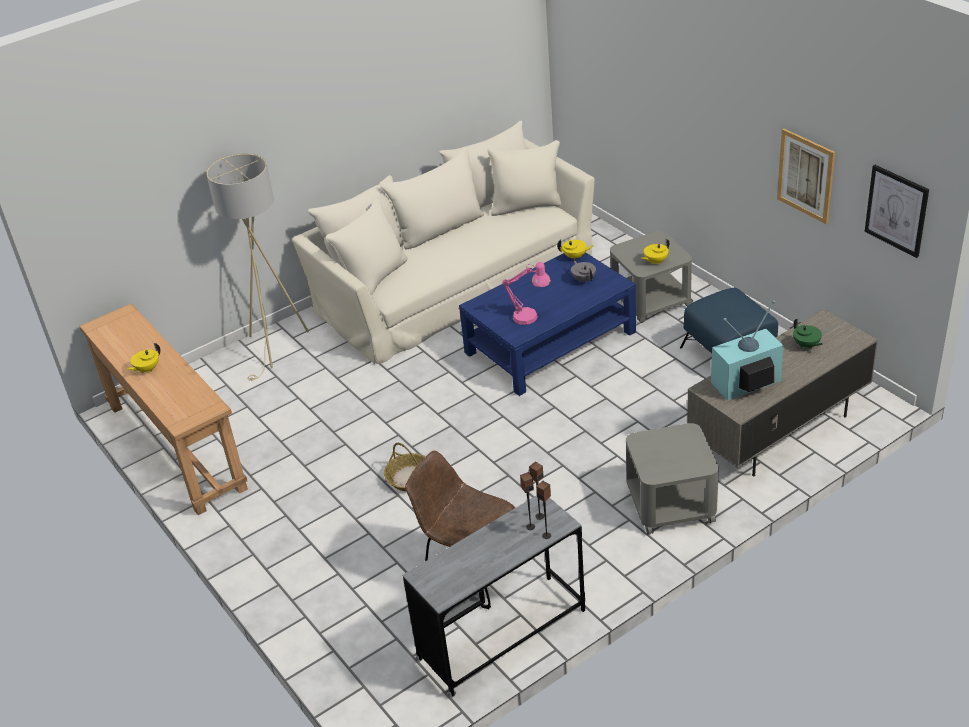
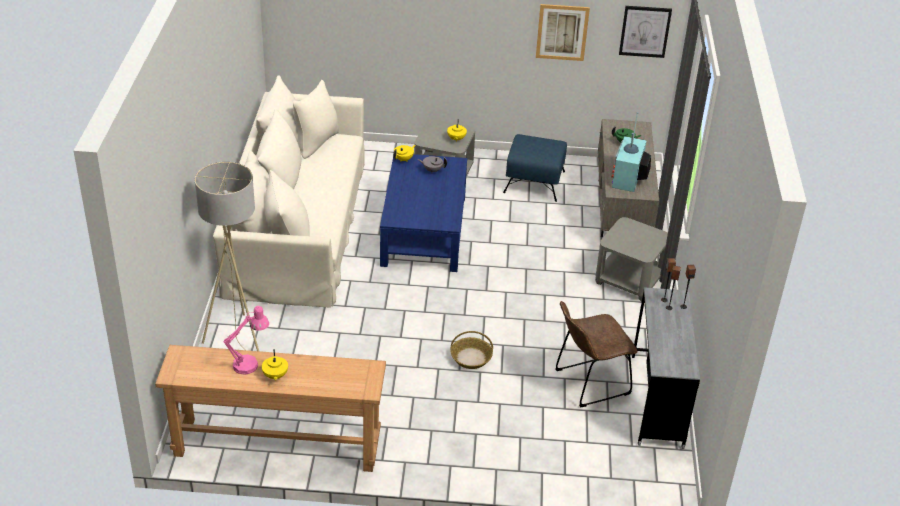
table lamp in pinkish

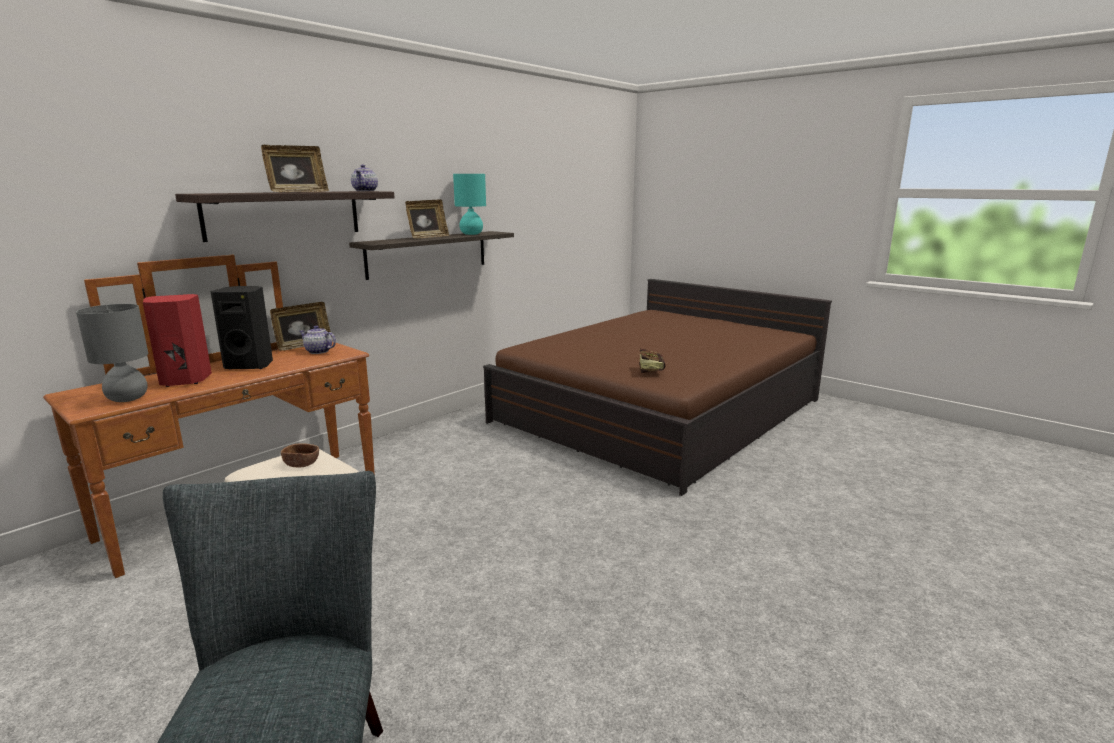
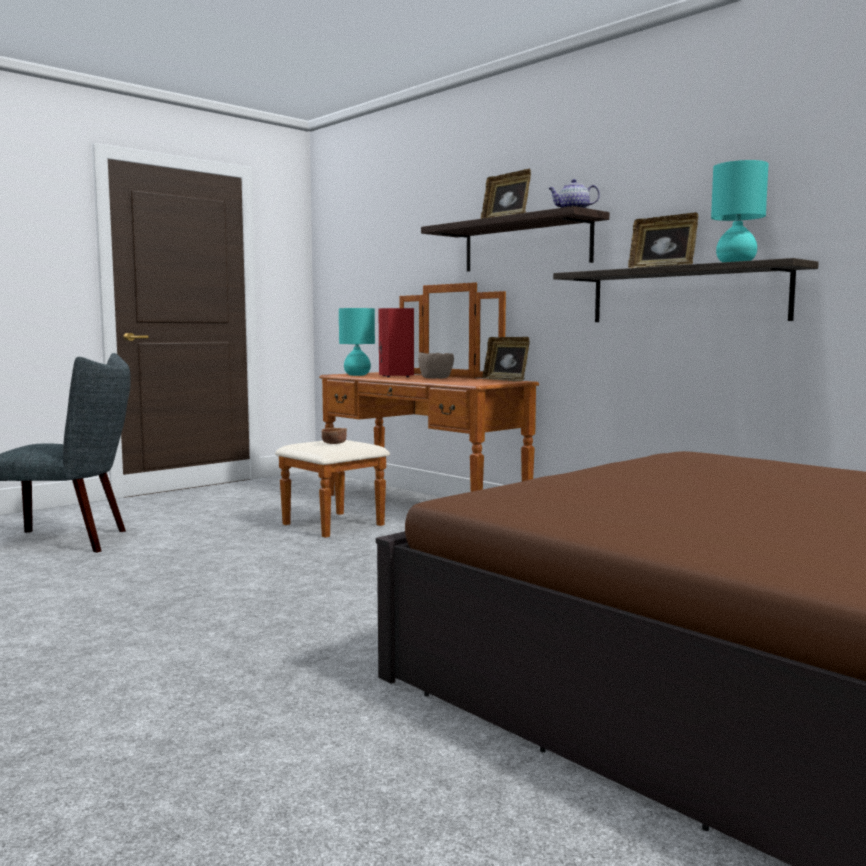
table lamp in blue-green (1st from left); bowl in brown (2nd from left); teapot (1st from left in the first image); volume

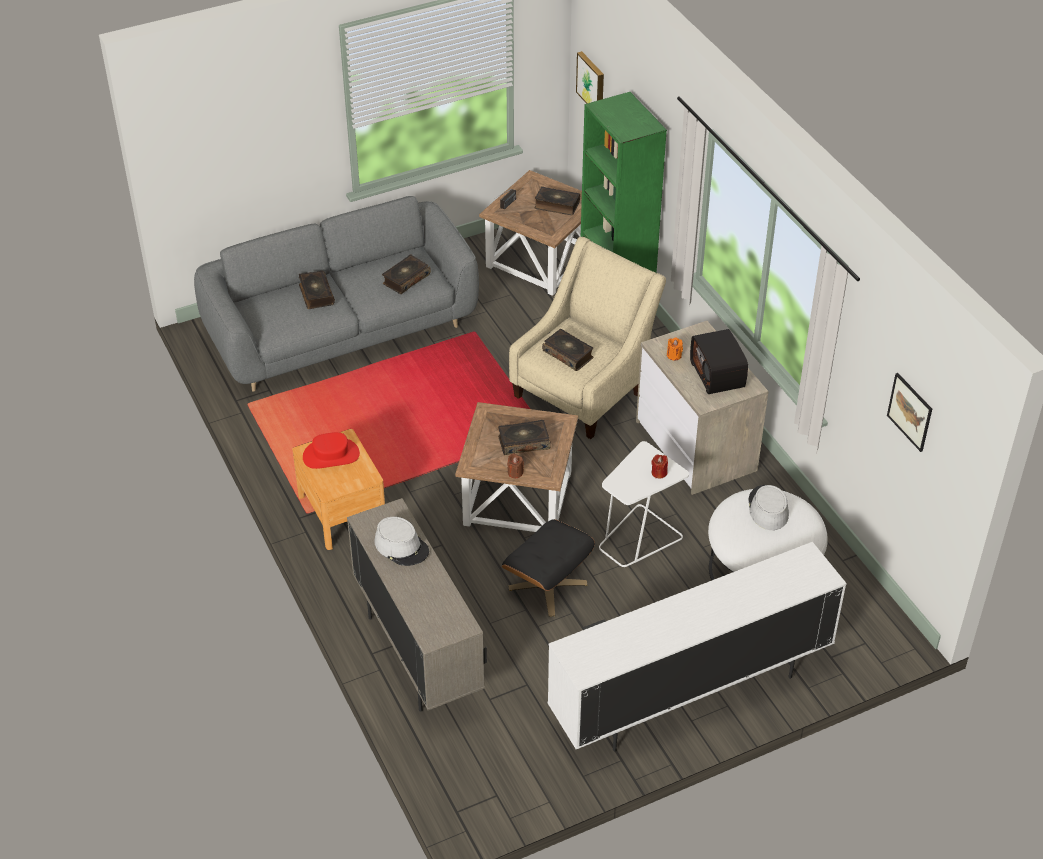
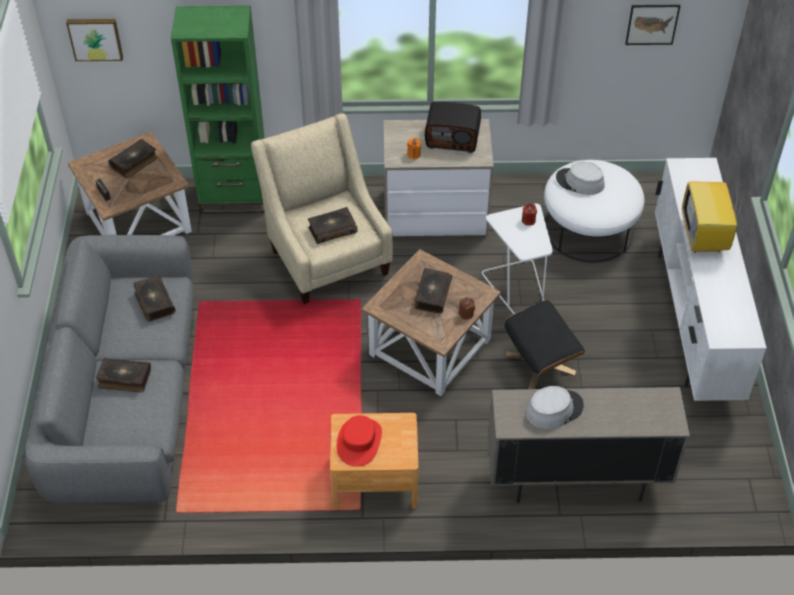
TV

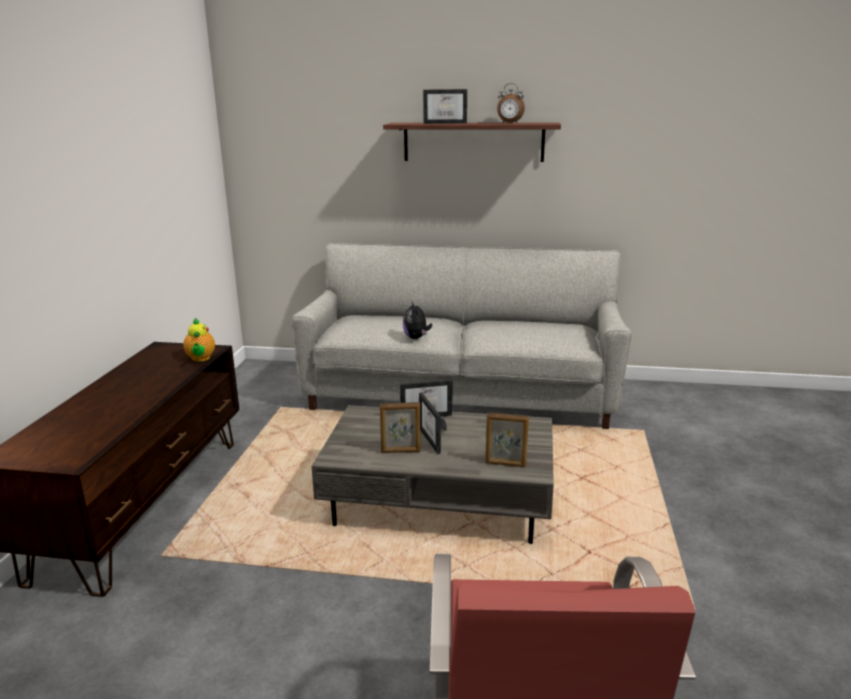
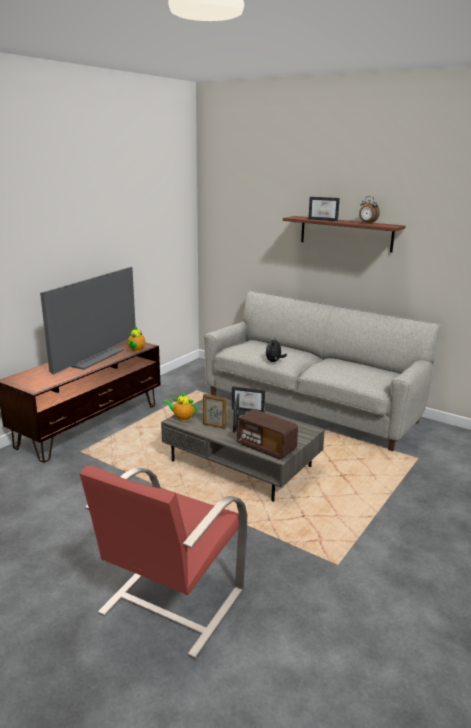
radio receiver; TV; teapot (2nd from left)

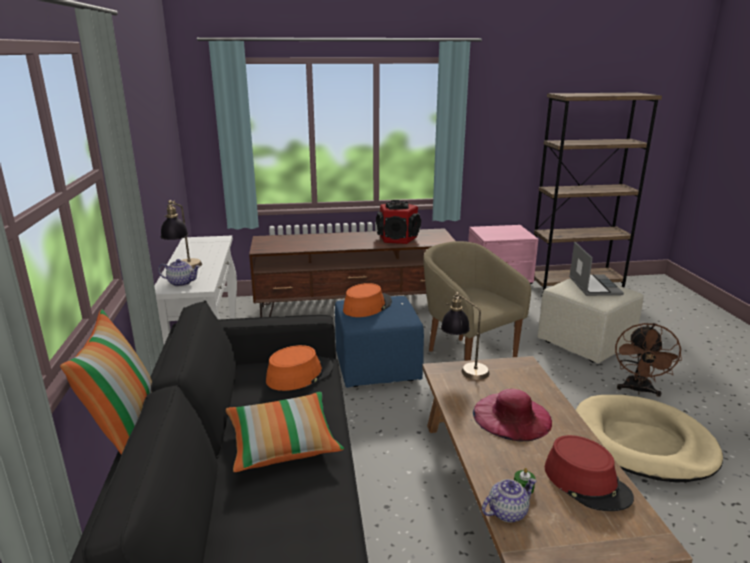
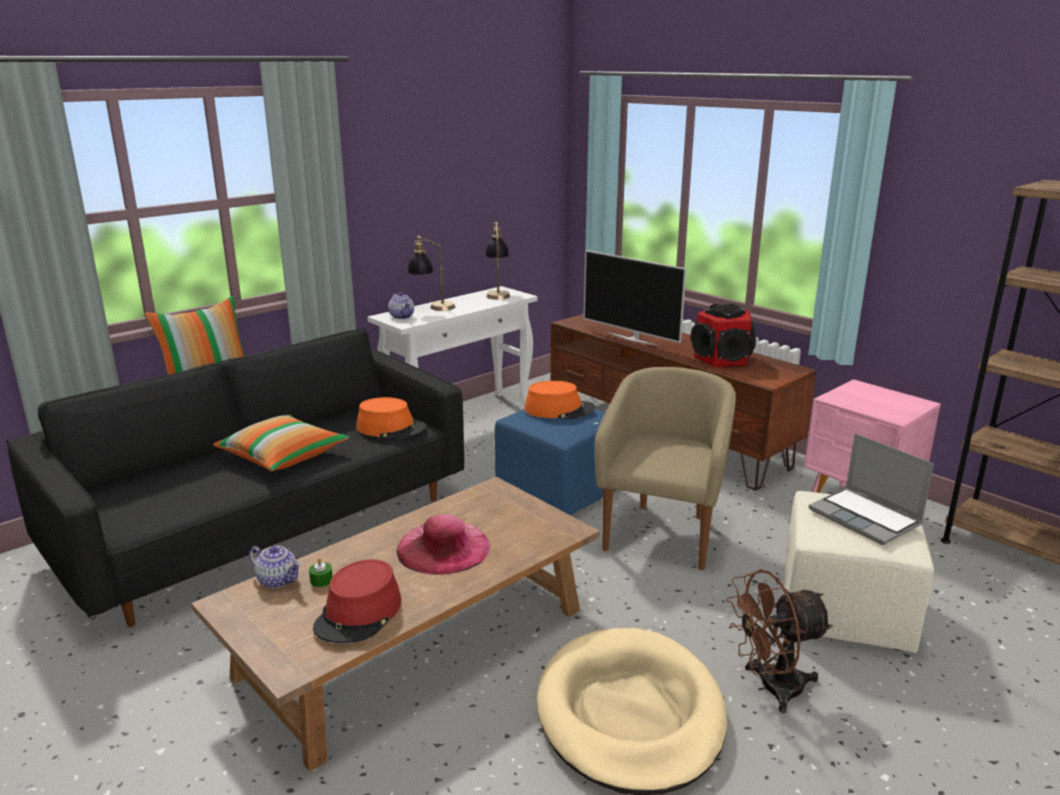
table lamp (2nd from left); portable computer; TV

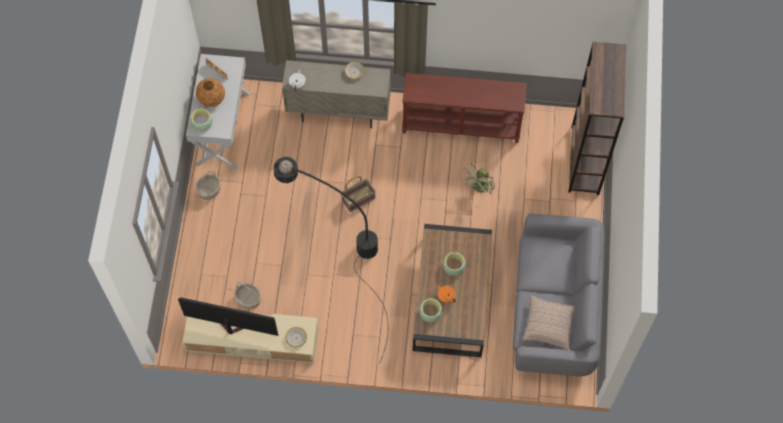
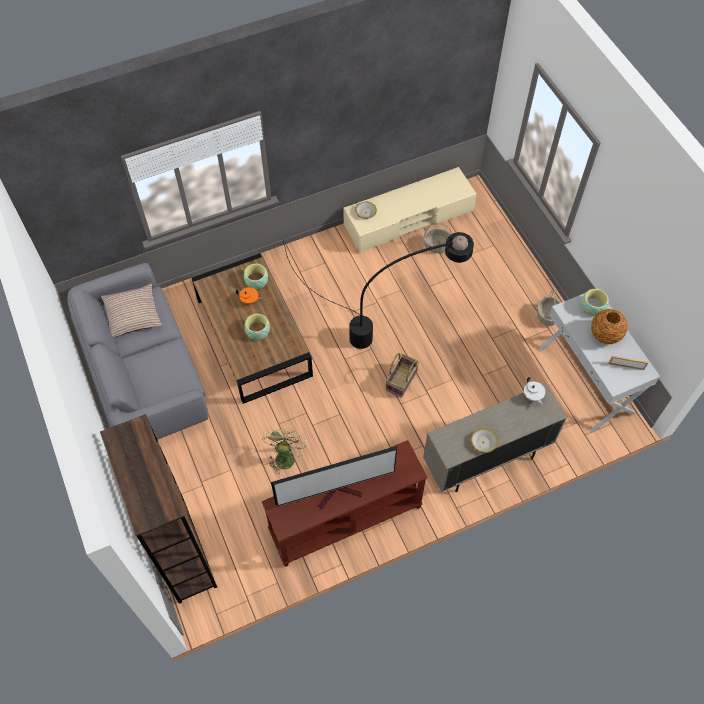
TV

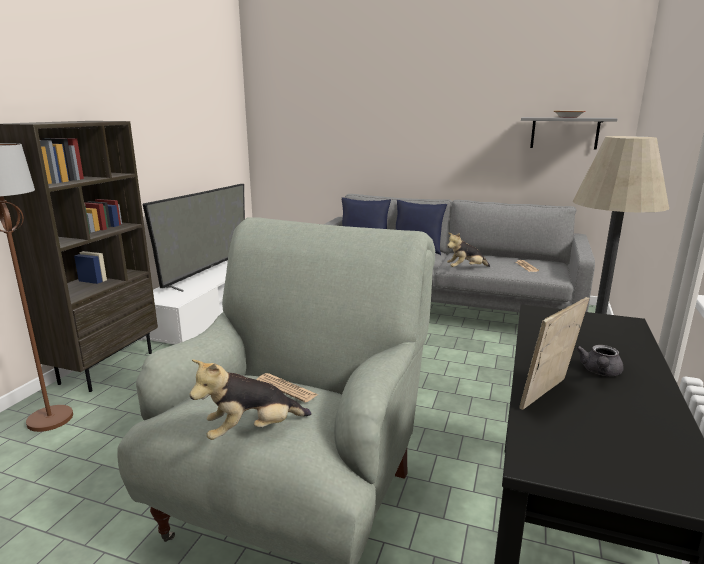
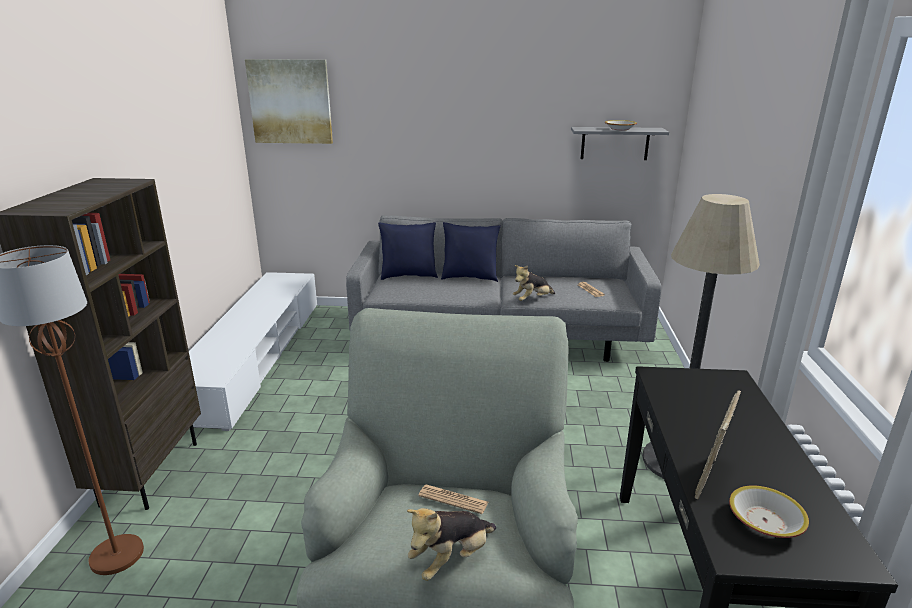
TV; teapot in gray; wall picture; bowl (2nd from left)

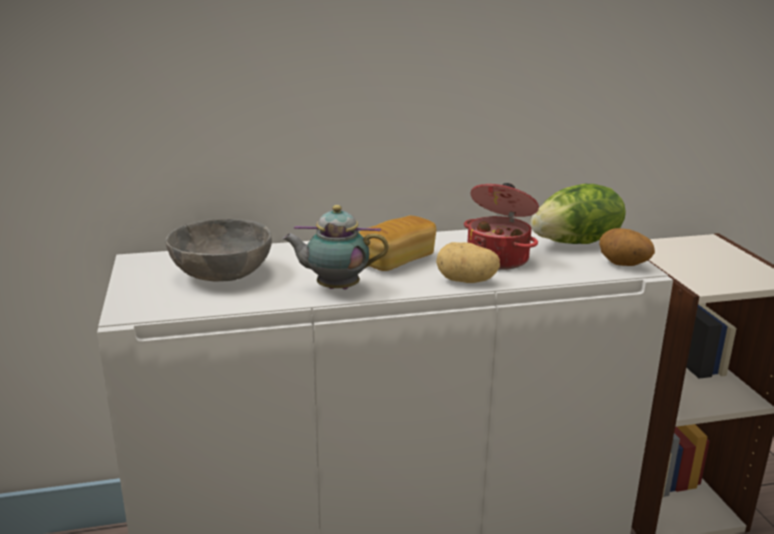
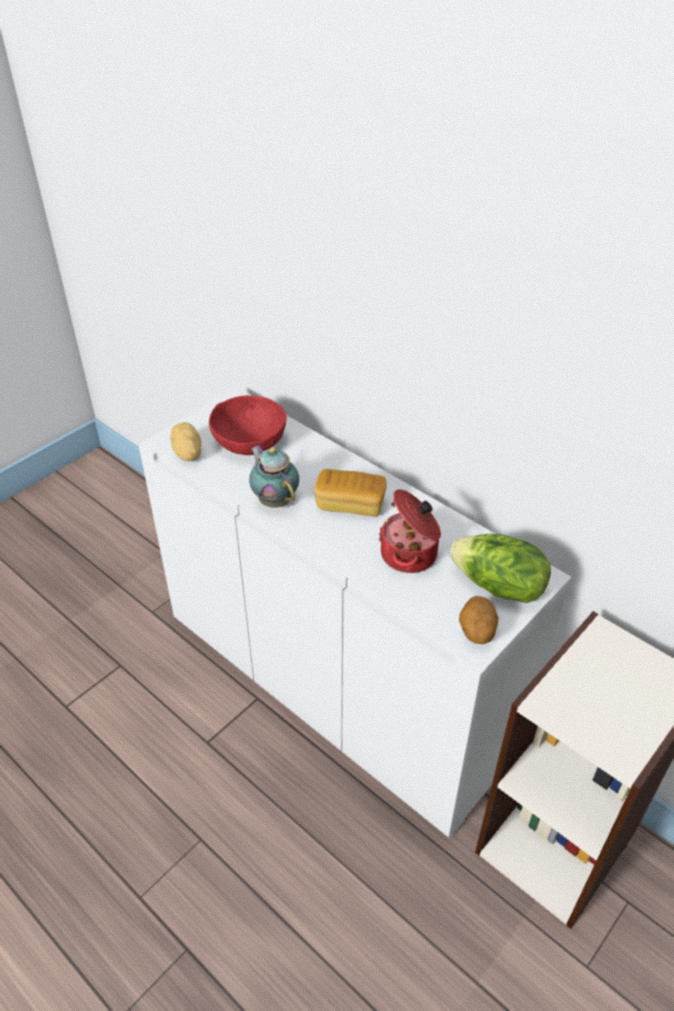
bowl in reddish; potato (1st from left)

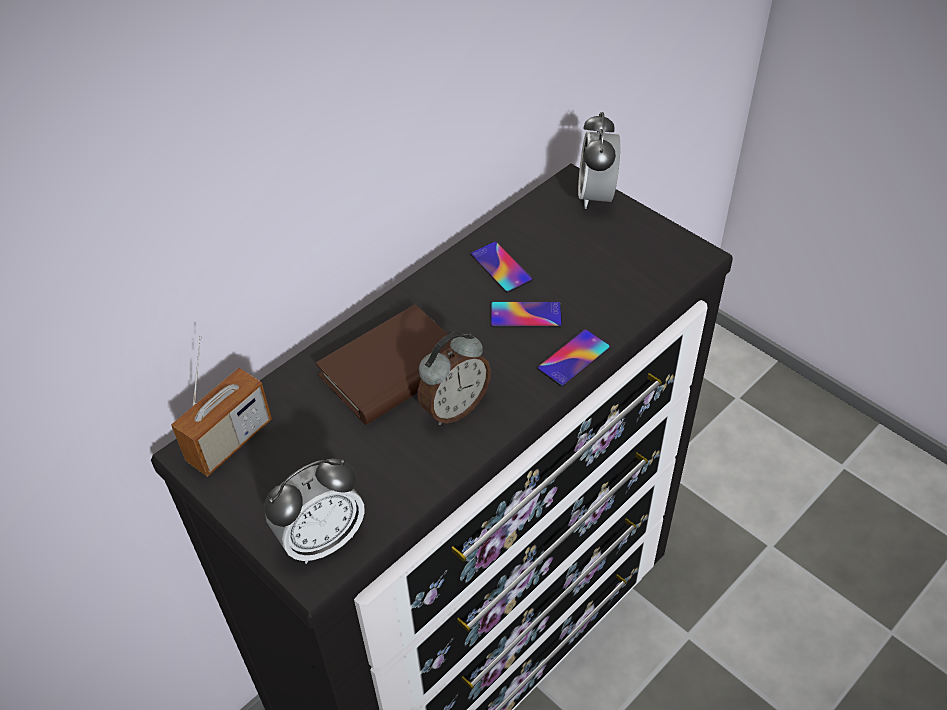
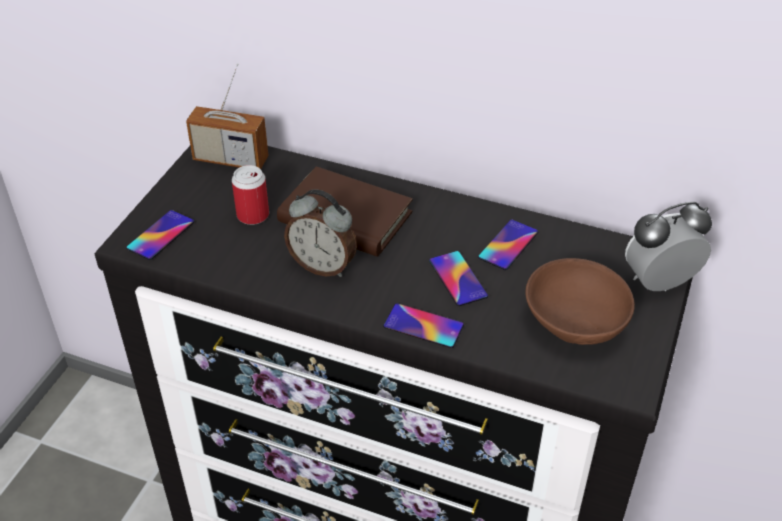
phone (1st from left); can; bowl in brown

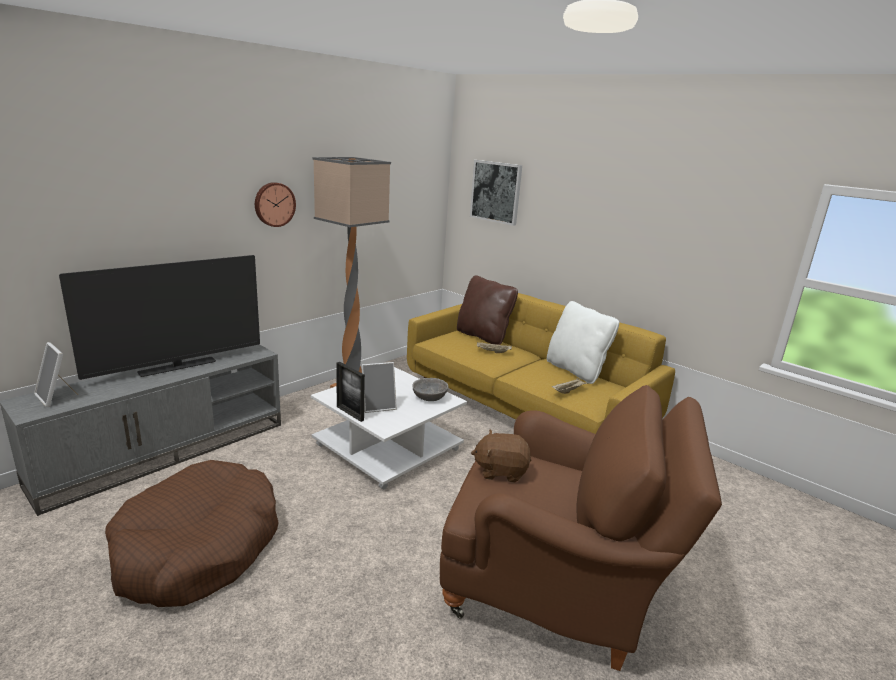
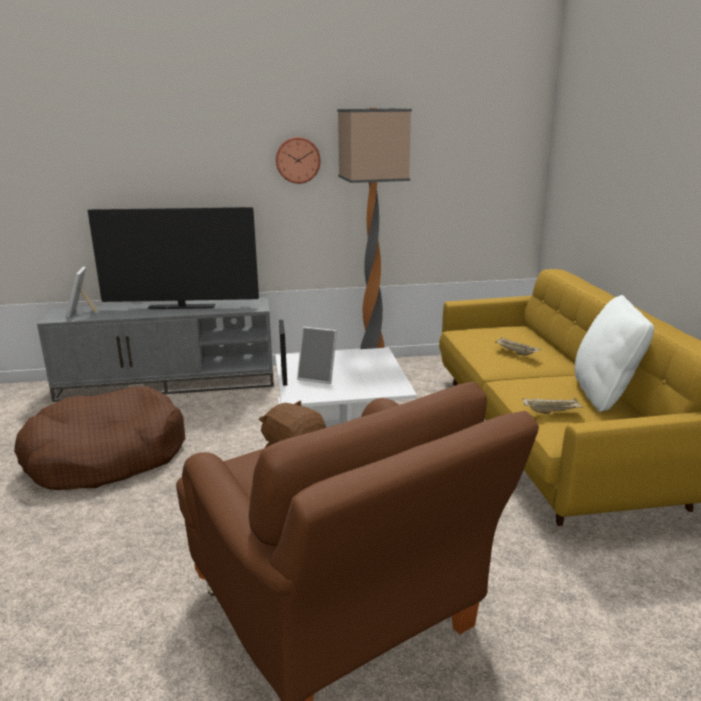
bowl in gray; throw pillow in brown; wall picture

